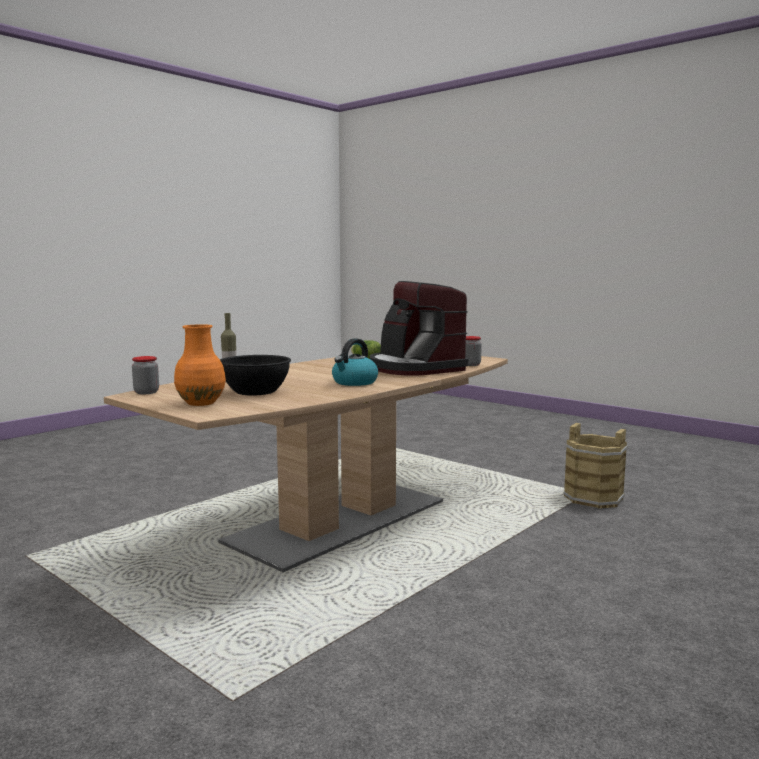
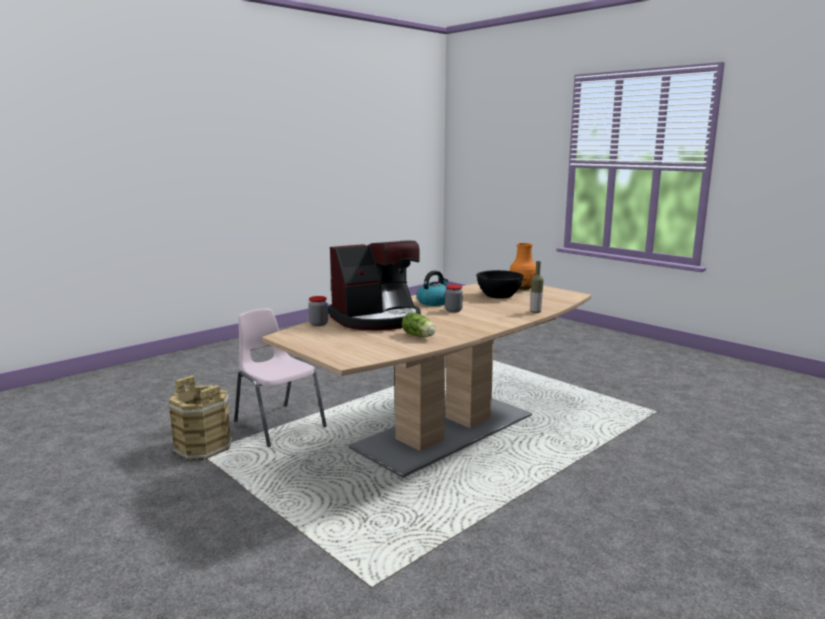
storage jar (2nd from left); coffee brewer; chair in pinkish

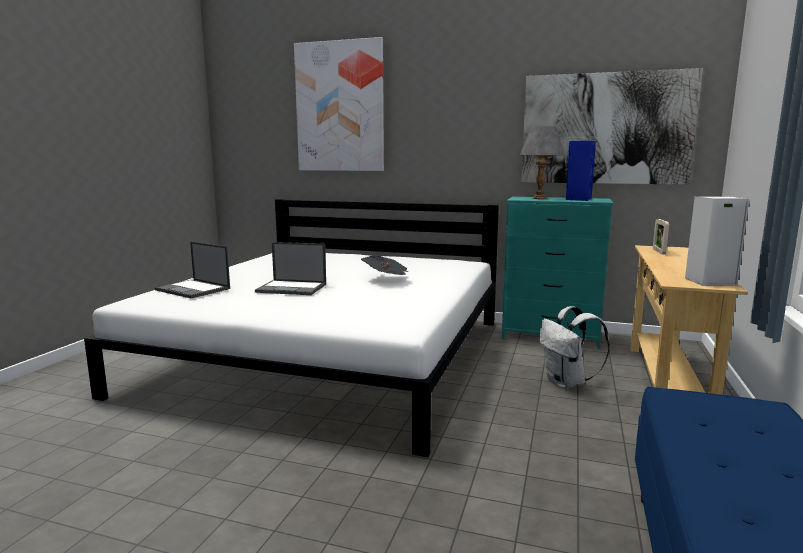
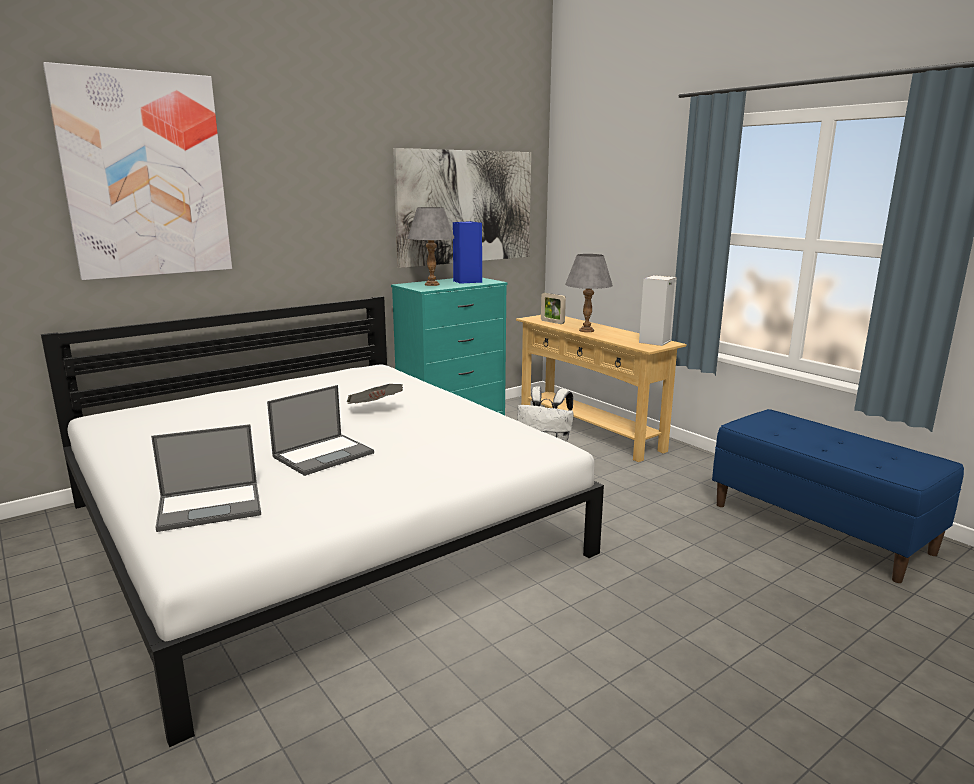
table lamp in gray (2nd from left)

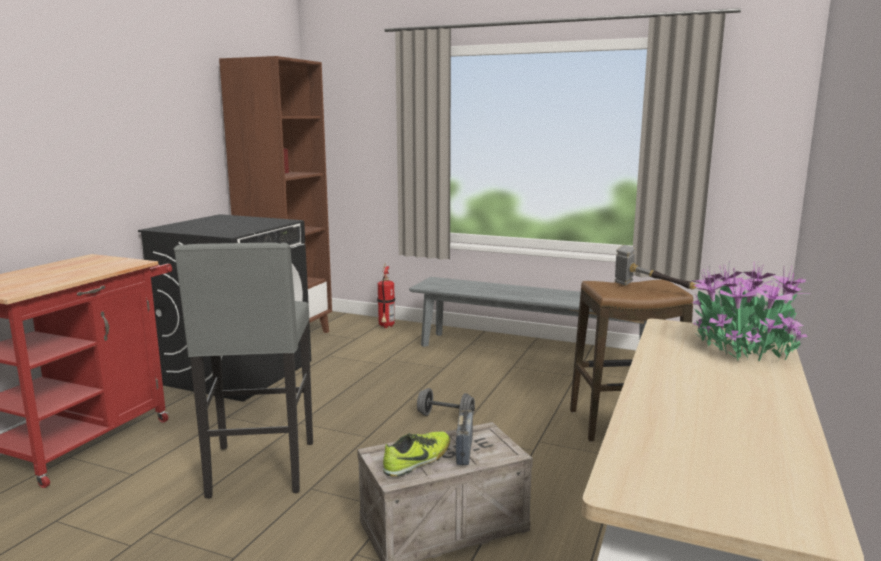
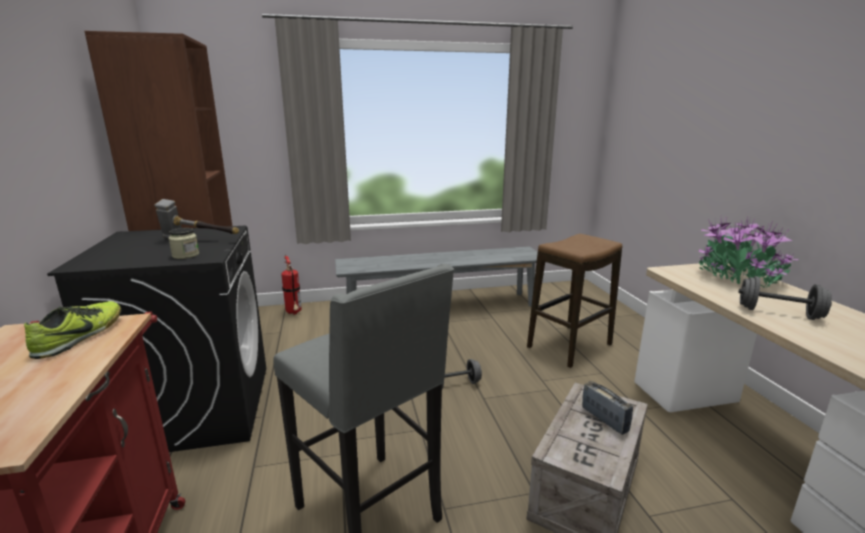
low shoe; tool hammer; storage jar; free weight in gray (2nd from left)

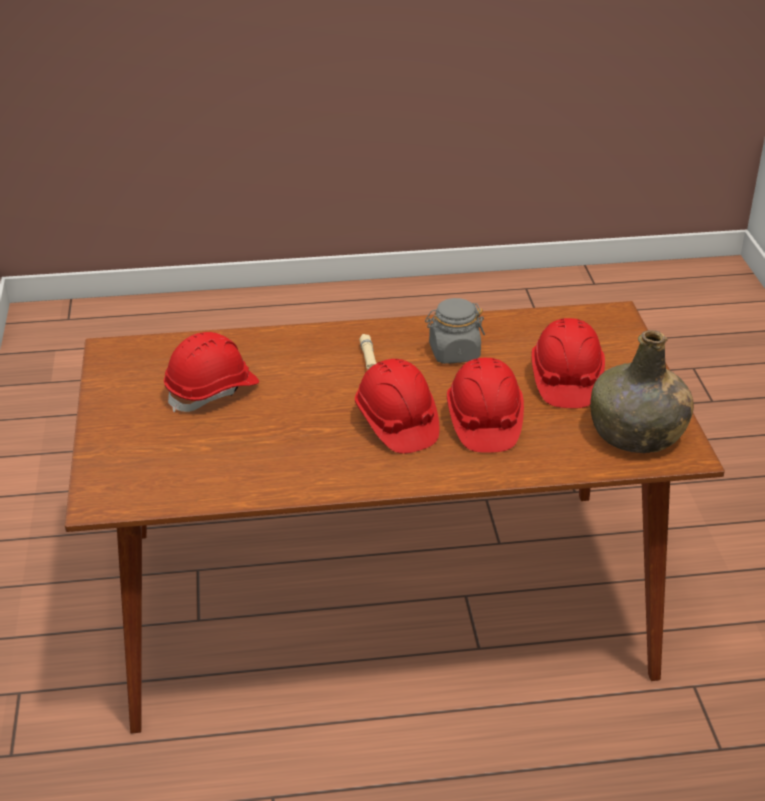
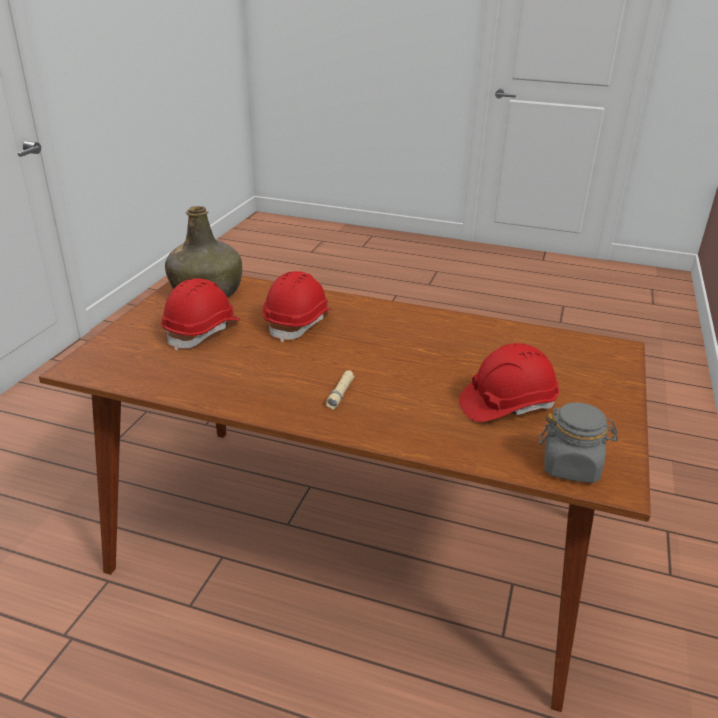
safety helmet in reddish (2nd from left in the first image); storage jar in gray

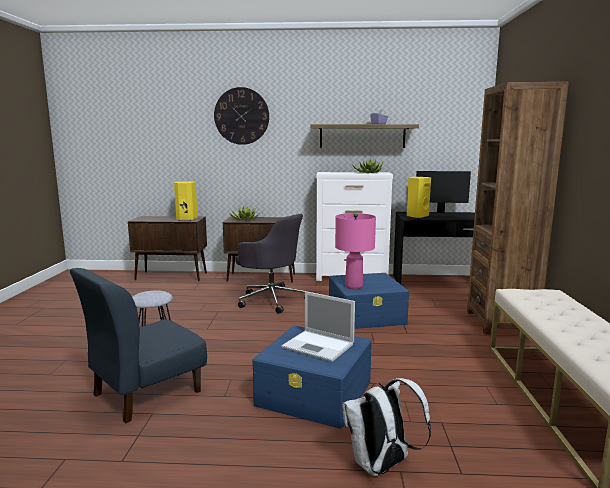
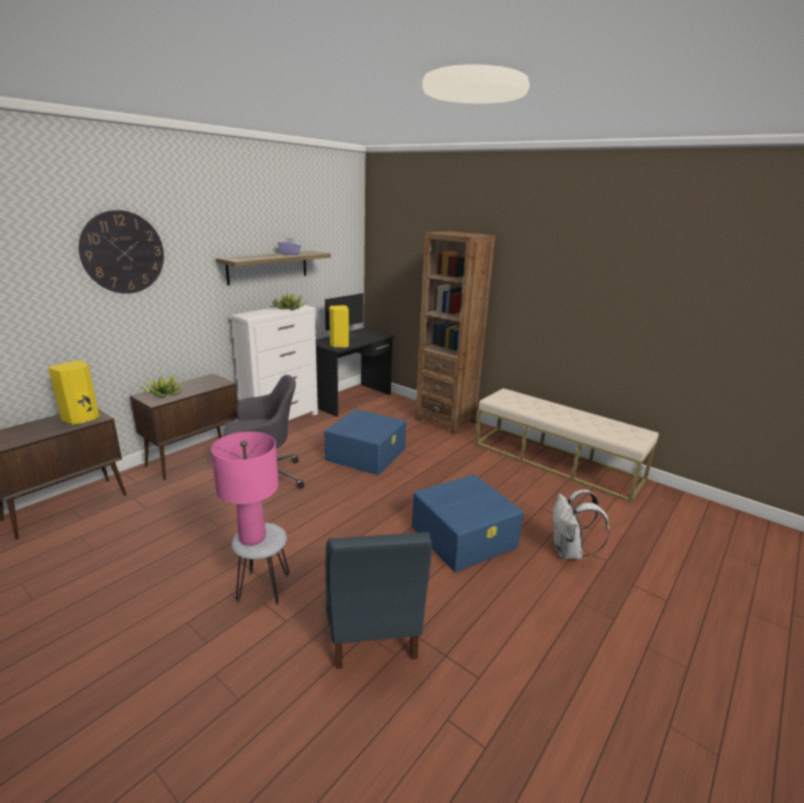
portable computer; table lamp in pinkish

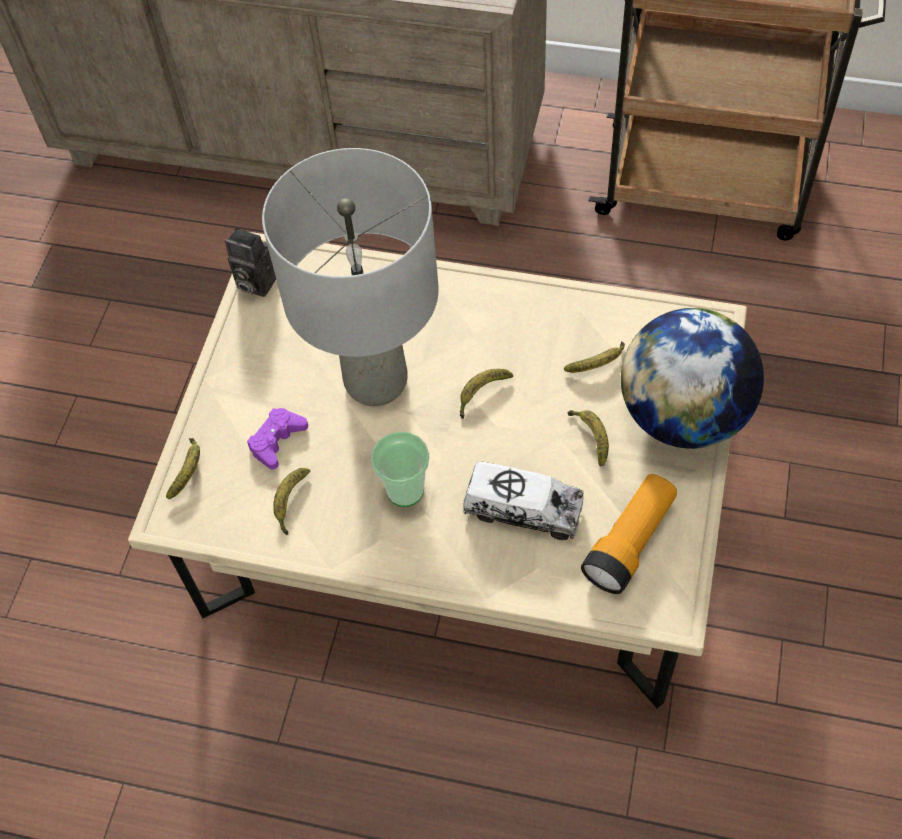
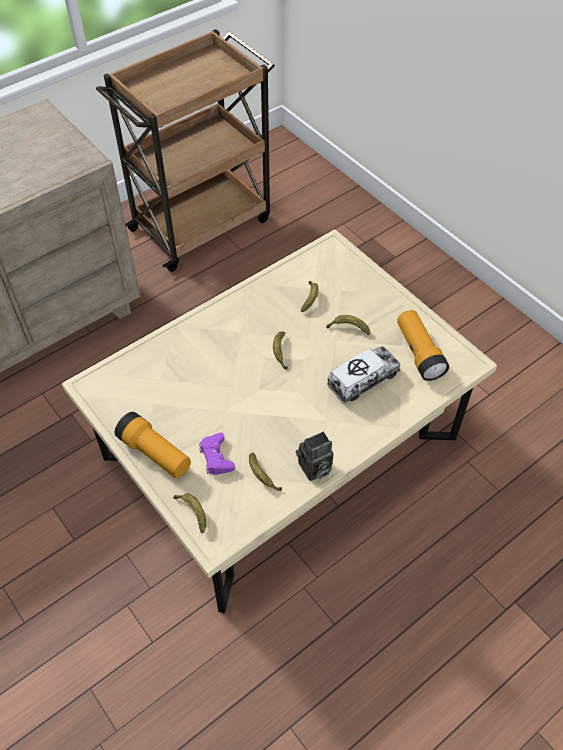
photo camera; table lamp in gray; drinking cup; world globe; torch (1st from left)

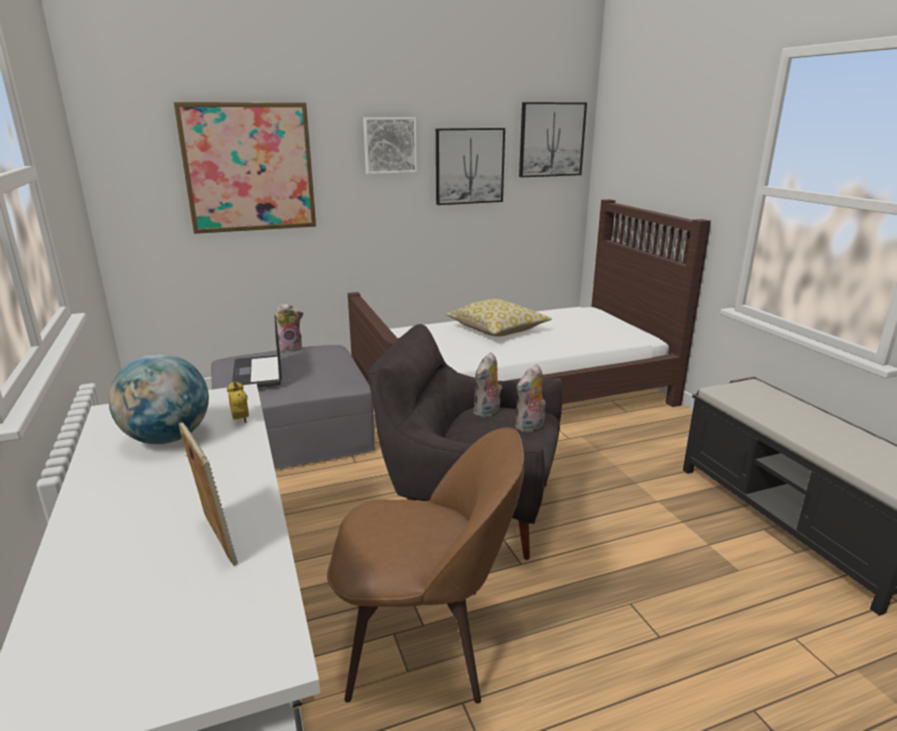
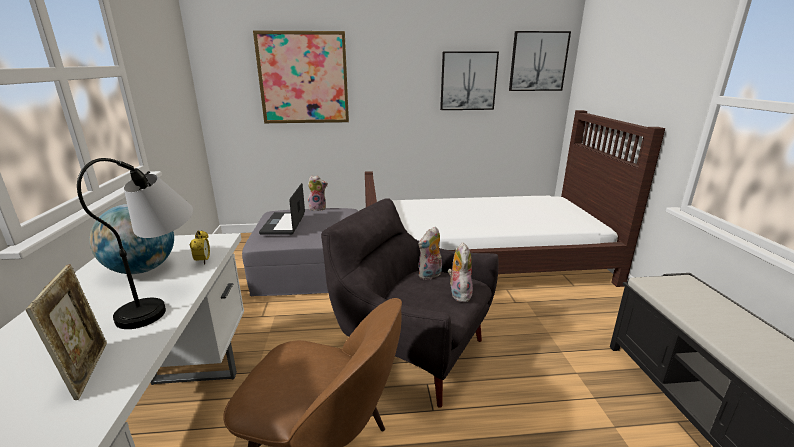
wall picture (2nd from left in the first image); throw pillow; cuddly toy (3rd from left); table lamp

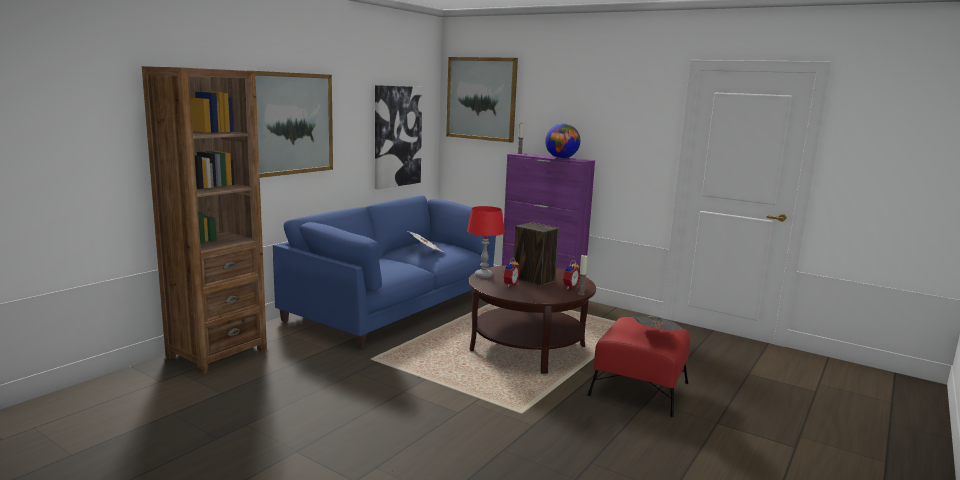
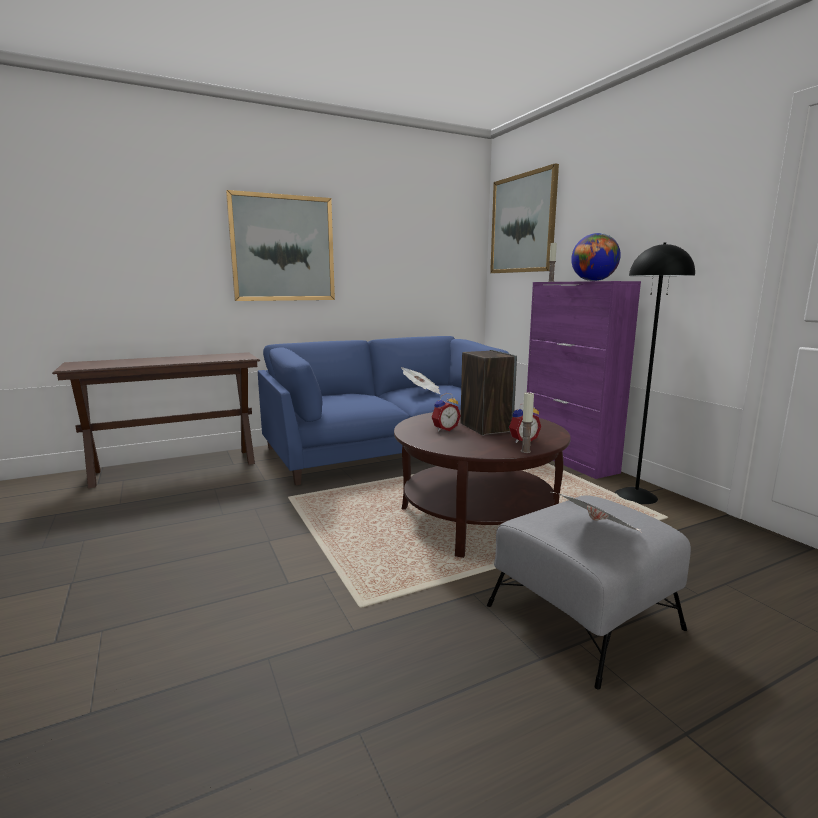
hall table in brown; wall picture (2nd from left in the first image); table lamp in reddish; footrest in gray; standing lamp in blackish

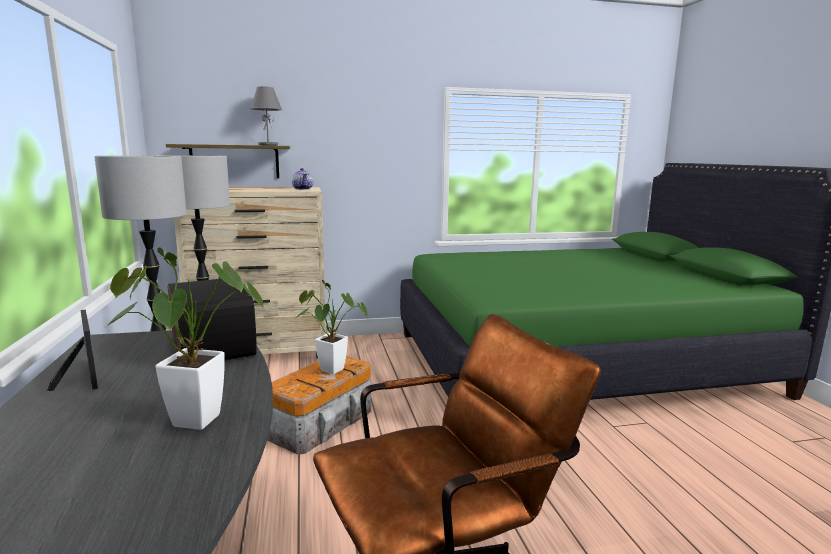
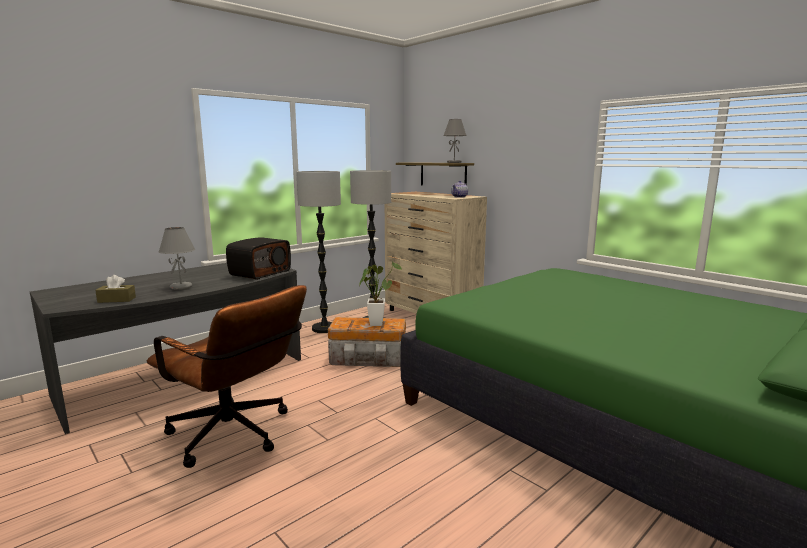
picture frame; table lamp in gray (1st from left); tissue box in brown

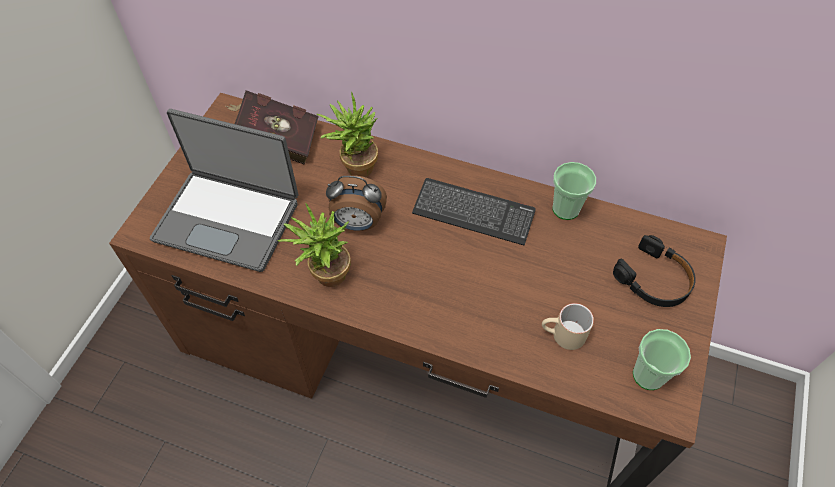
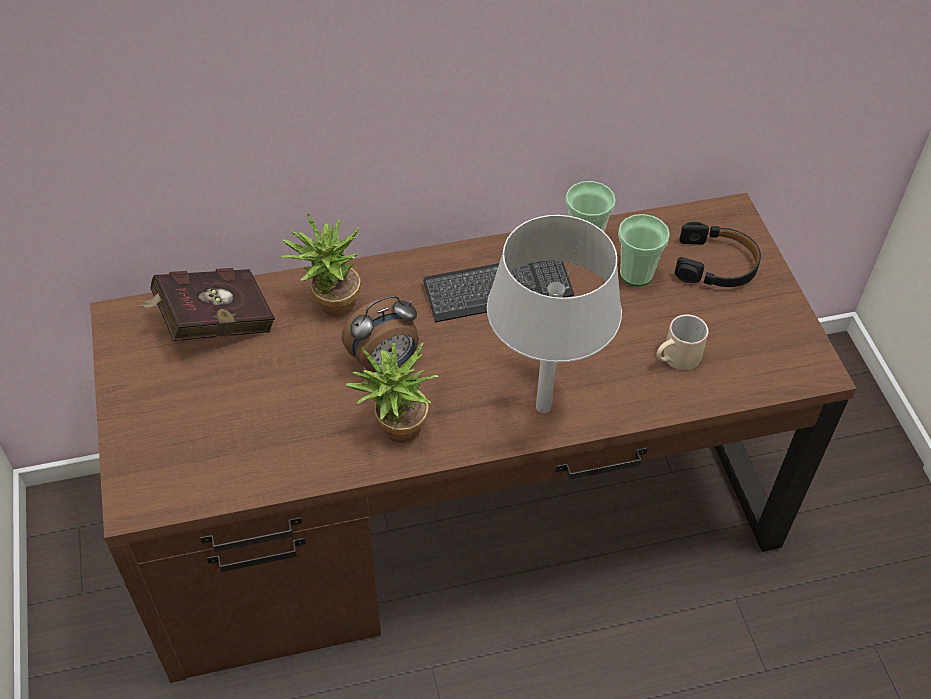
portable computer; drinking cup (2nd from left); table lamp in gray

